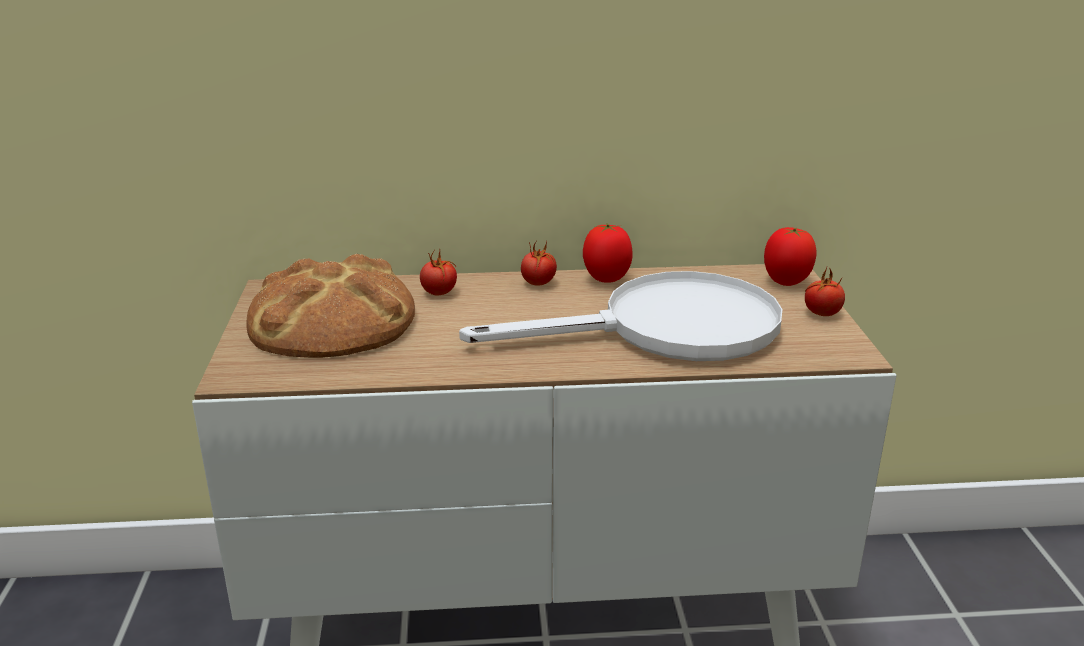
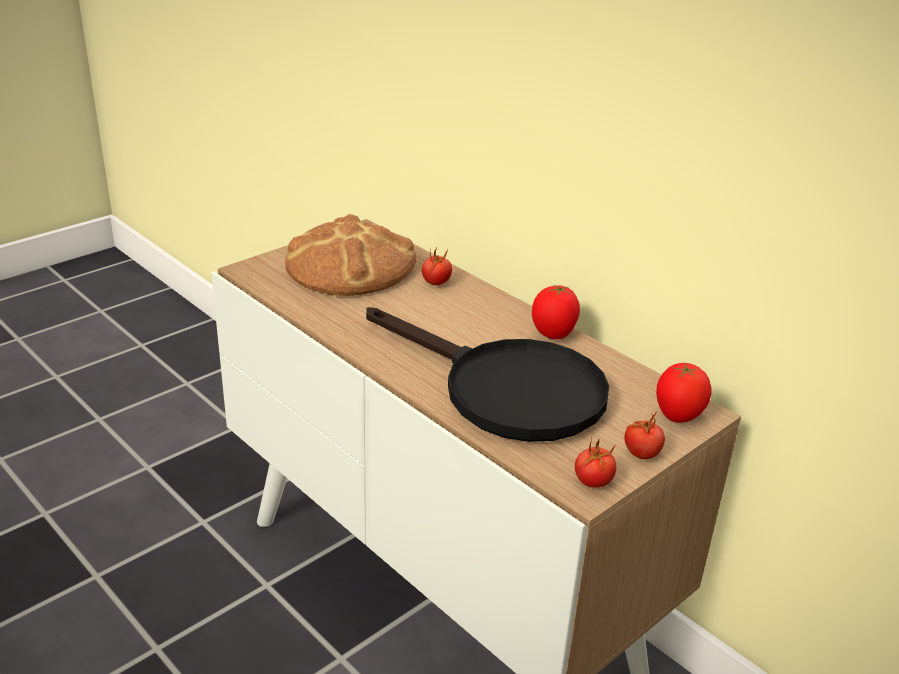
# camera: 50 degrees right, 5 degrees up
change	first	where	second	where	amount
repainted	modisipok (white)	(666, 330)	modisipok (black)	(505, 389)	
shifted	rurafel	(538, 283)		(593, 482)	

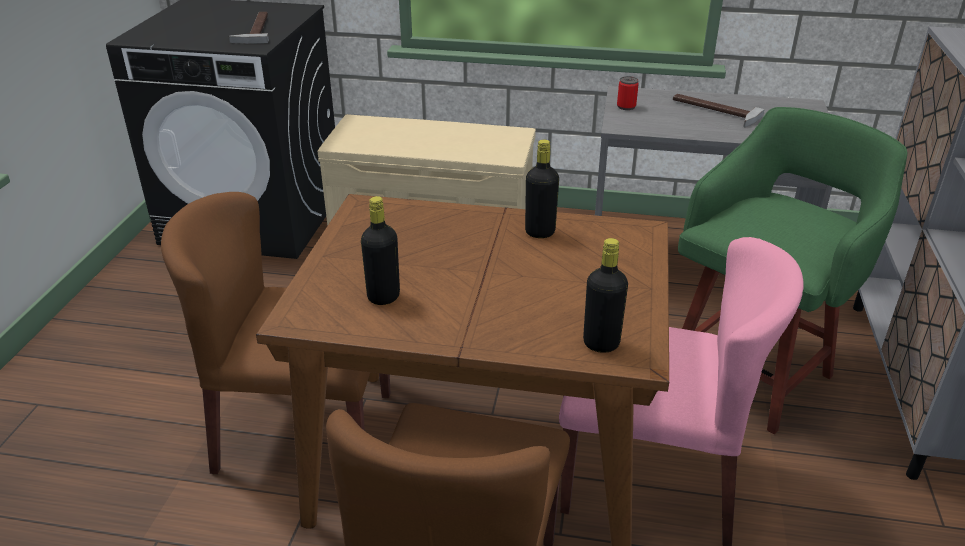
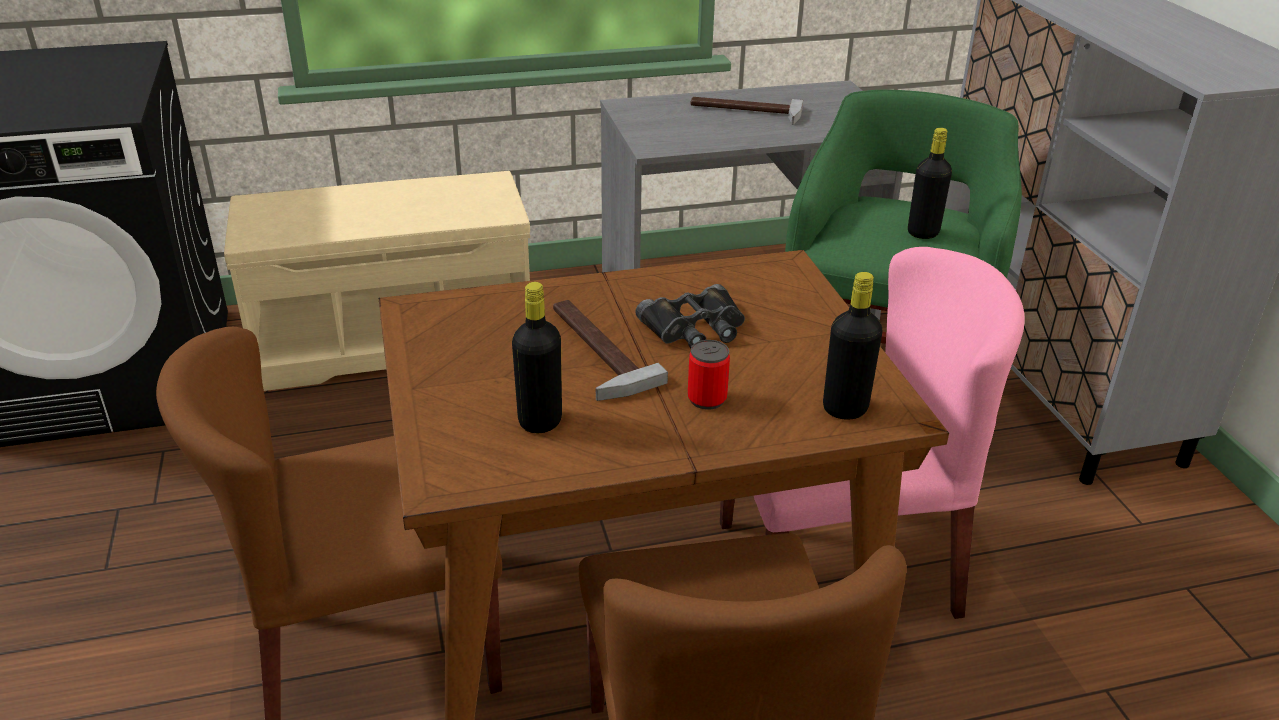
# camera: 25 degrees left, 0 degrees up
change	first	where	second	where	amount
shifted	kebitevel	(254, 29)		(591, 351)	
shifted	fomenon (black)	(540, 232)		(923, 233)	
shifted	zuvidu	(626, 106)		(707, 399)	
new			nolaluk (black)	(695, 328)	

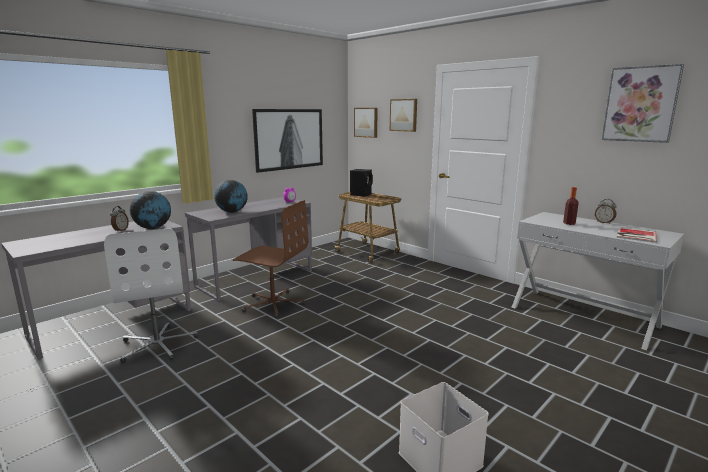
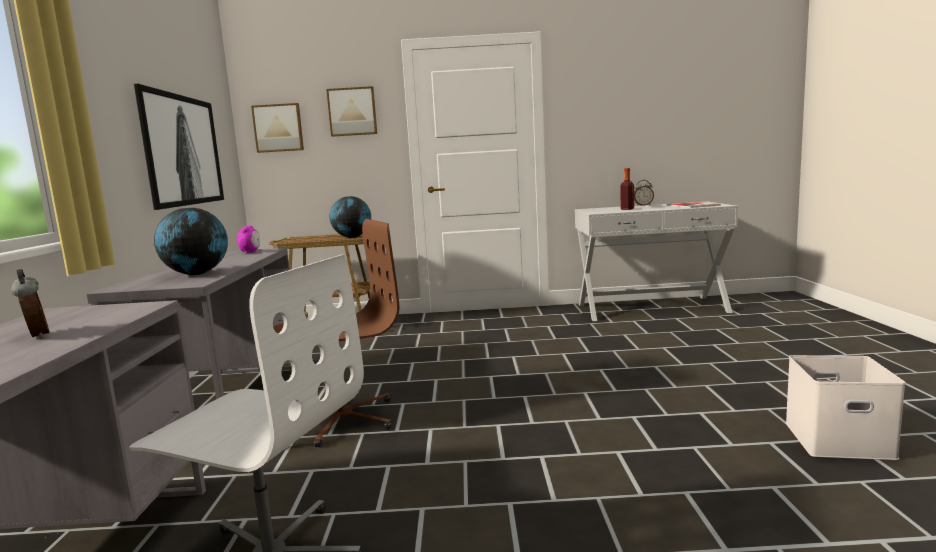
# camera: 45 degrees left, 5 degrees down
change	first	where	second	where	amount
shifted	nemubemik	(153, 228)		(352, 237)	
gone	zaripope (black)	(361, 194)			
gone	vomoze	(640, 104)			

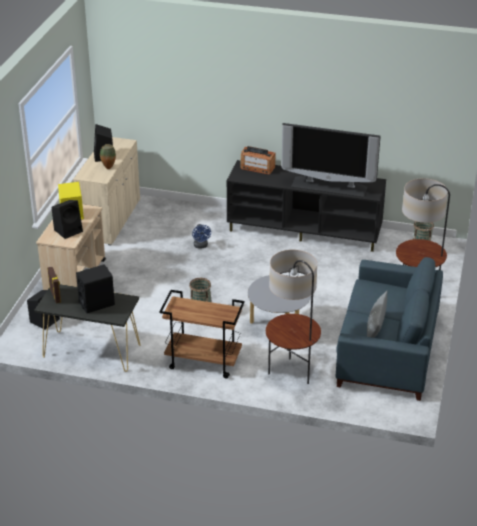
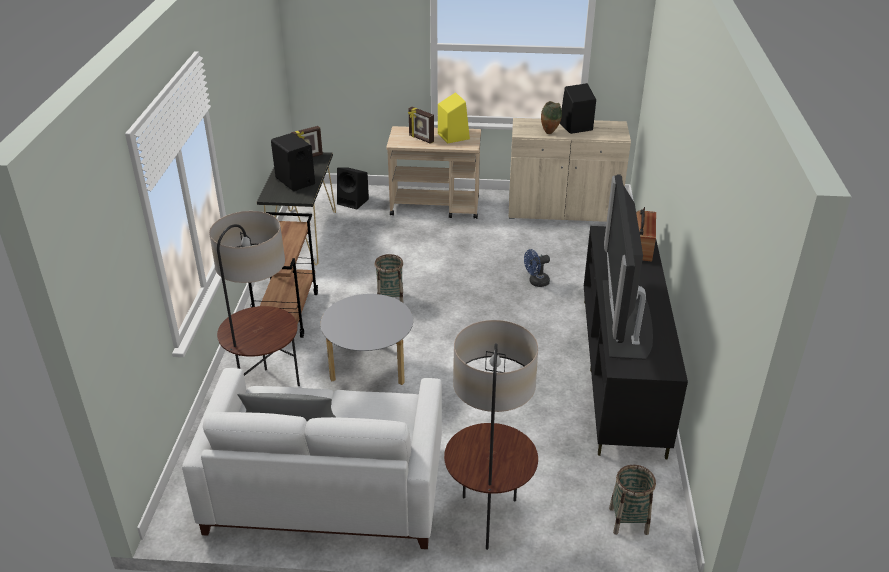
# camera: 80 degrees right, 0 degrees up
change	first	where	second	where	amount
swapped	zaripope (black)	(69, 230)	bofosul	(421, 139)	
repainted	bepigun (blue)	(387, 350)	bepigun (white)	(326, 487)	

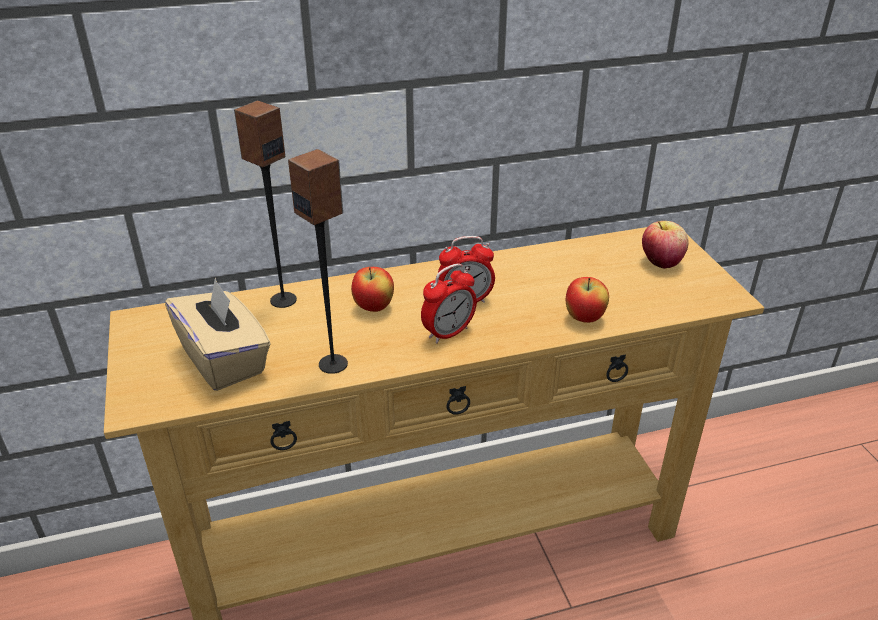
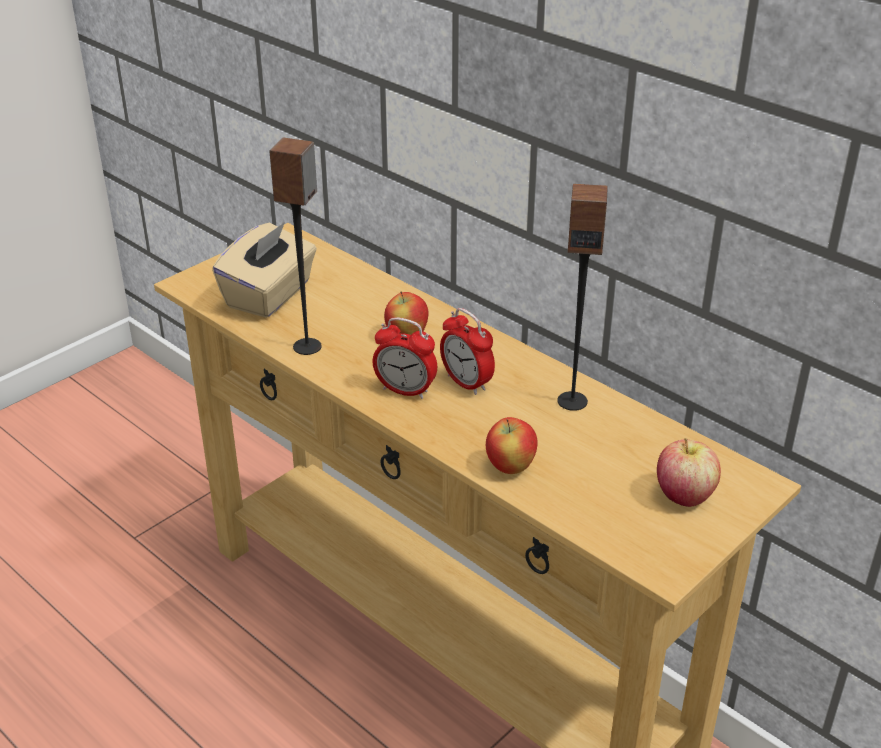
# camera: 60 degrees right, 0 degrees up
change	first	where	second	where	amount
shifted	zaripope	(283, 300)		(572, 401)	

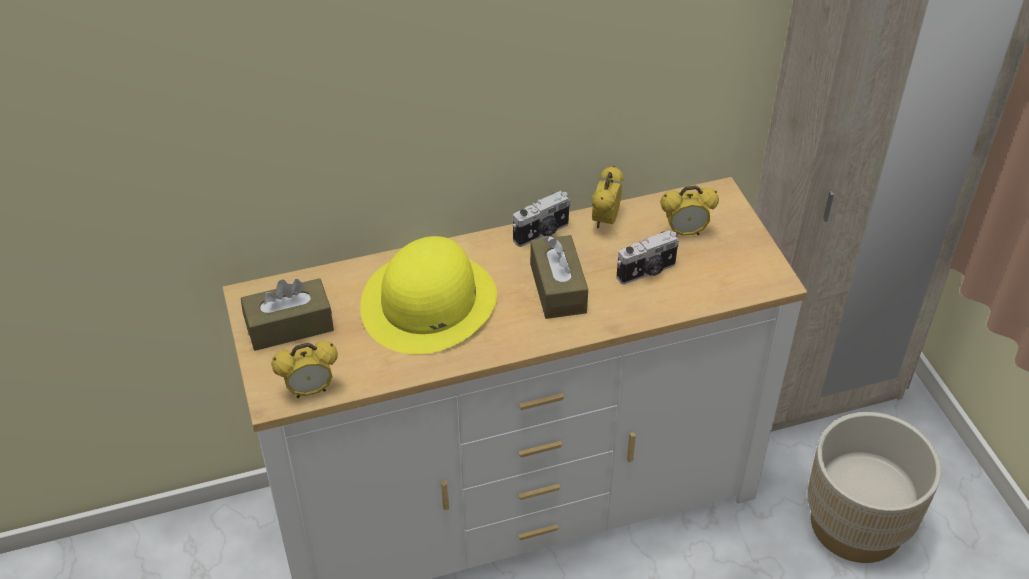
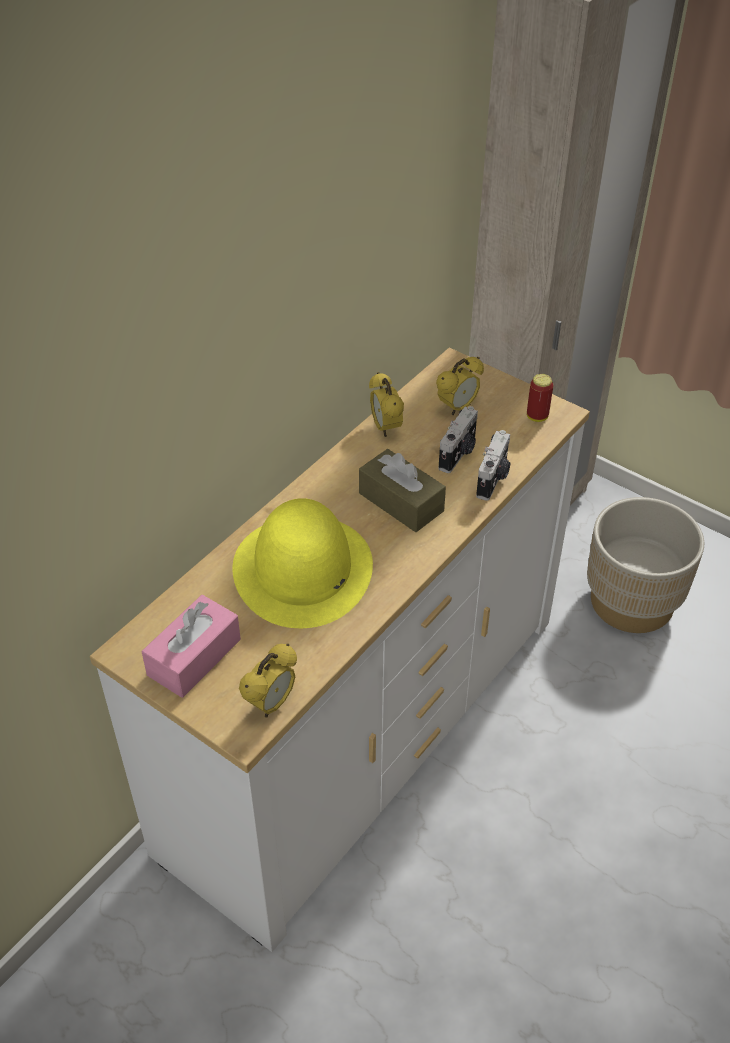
# camera: 35 degrees left, 0 degrees up
change	first	where	second	where	amount
repainted	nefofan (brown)	(289, 326)	nefofan (pink)	(194, 657)	
shifted	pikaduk	(542, 233)		(493, 479)	
new			zuvidu	(537, 416)	

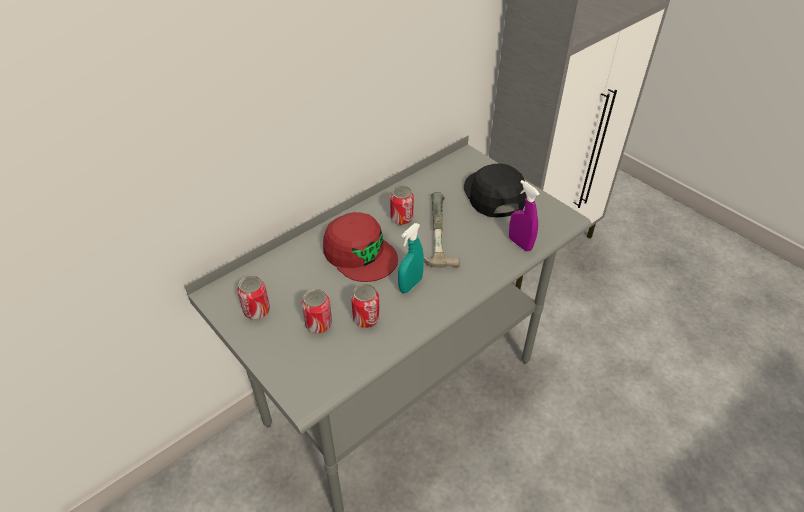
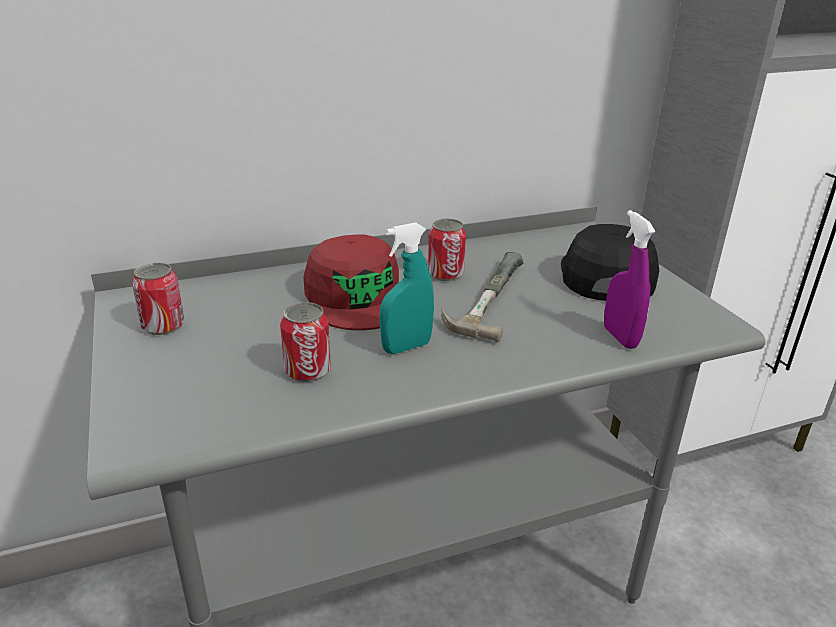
# camera: 20 degrees right, 15 degrees down
change	first	where	second	where	amount
gone	zuvidu	(318, 324)			

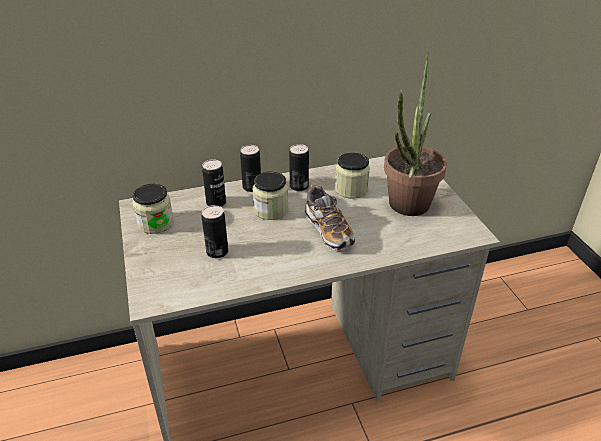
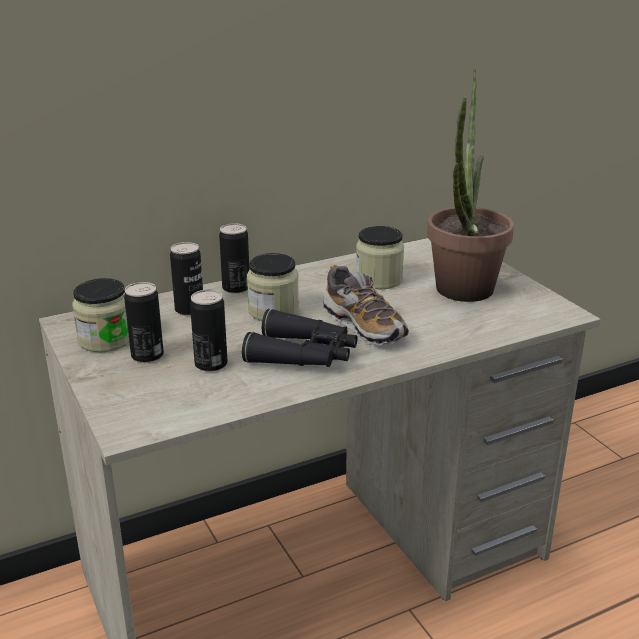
# camera: 10 degrees left, 10 degrees down
change	first	where	second	where	amount
shifted	zuvidu	(299, 186)		(147, 355)	
new			nolaluk (black)	(303, 355)	

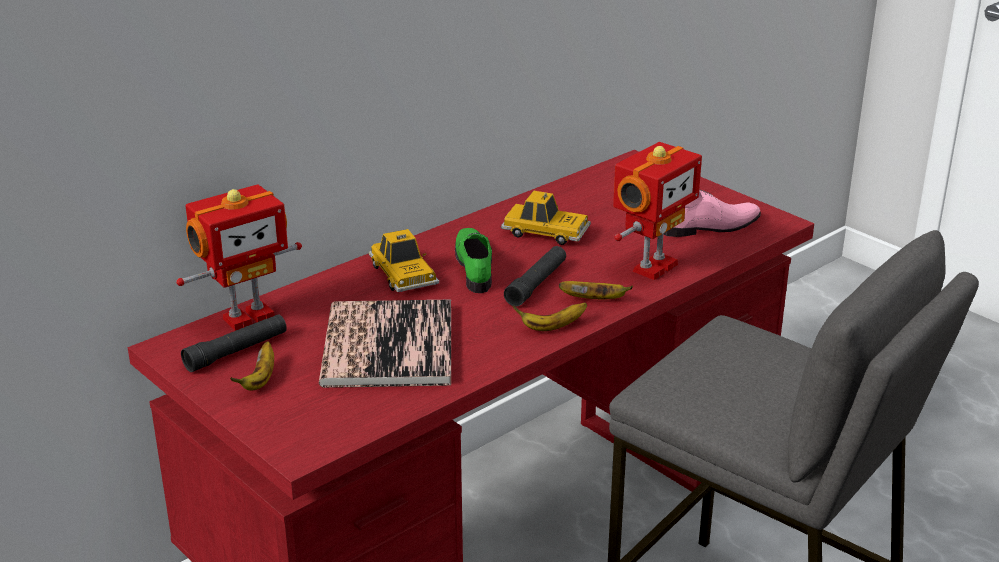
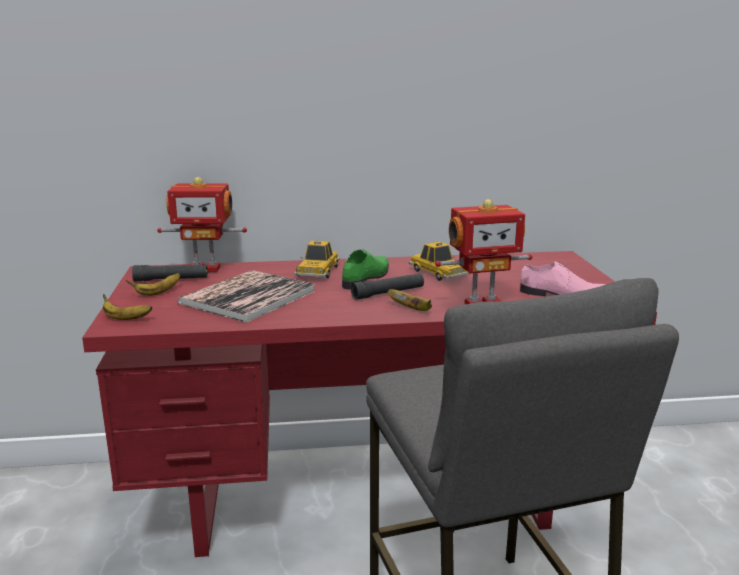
# camera: 35 degrees right, 10 degrees down
change	first	where	second	where	amount
shifted	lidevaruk	(552, 327)		(125, 319)	

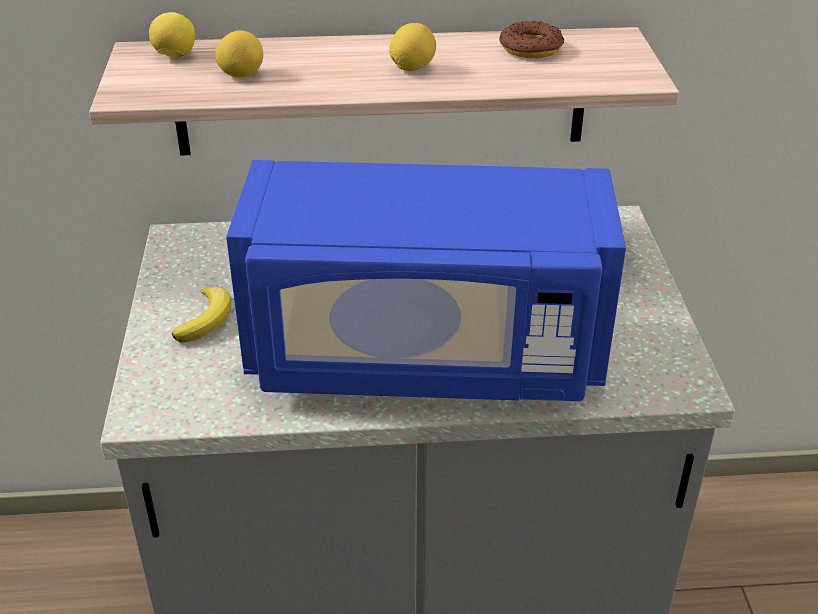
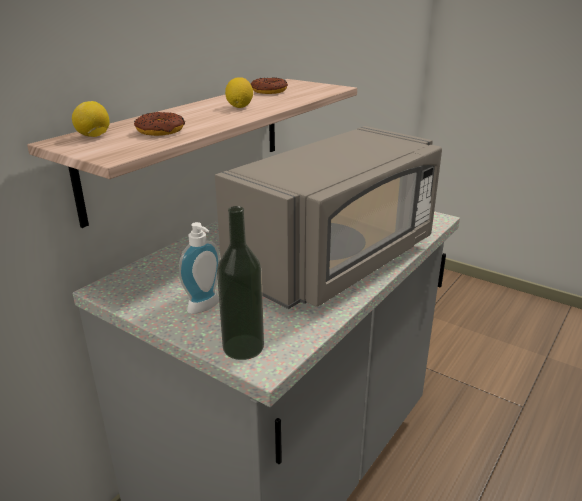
# camera: 50 degrees left, 10 degrees down
change	first	where	second	where	amount
swapped	lidevaruk	(206, 318)	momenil	(206, 307)	
swapped	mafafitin	(241, 75)	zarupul	(160, 130)	
repainted	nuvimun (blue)	(425, 354)	nuvimun (grey)	(336, 260)	
new			fomenon	(243, 347)	

